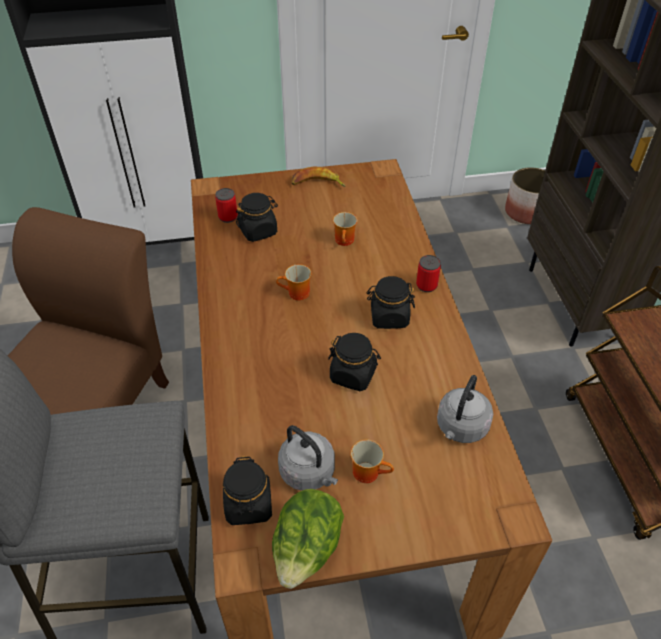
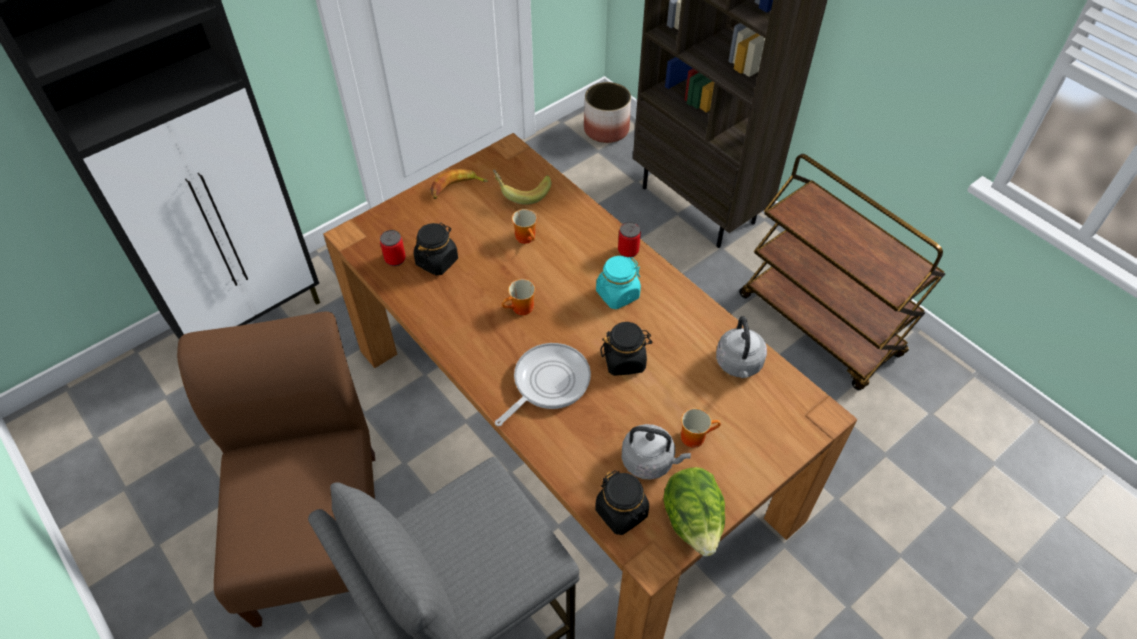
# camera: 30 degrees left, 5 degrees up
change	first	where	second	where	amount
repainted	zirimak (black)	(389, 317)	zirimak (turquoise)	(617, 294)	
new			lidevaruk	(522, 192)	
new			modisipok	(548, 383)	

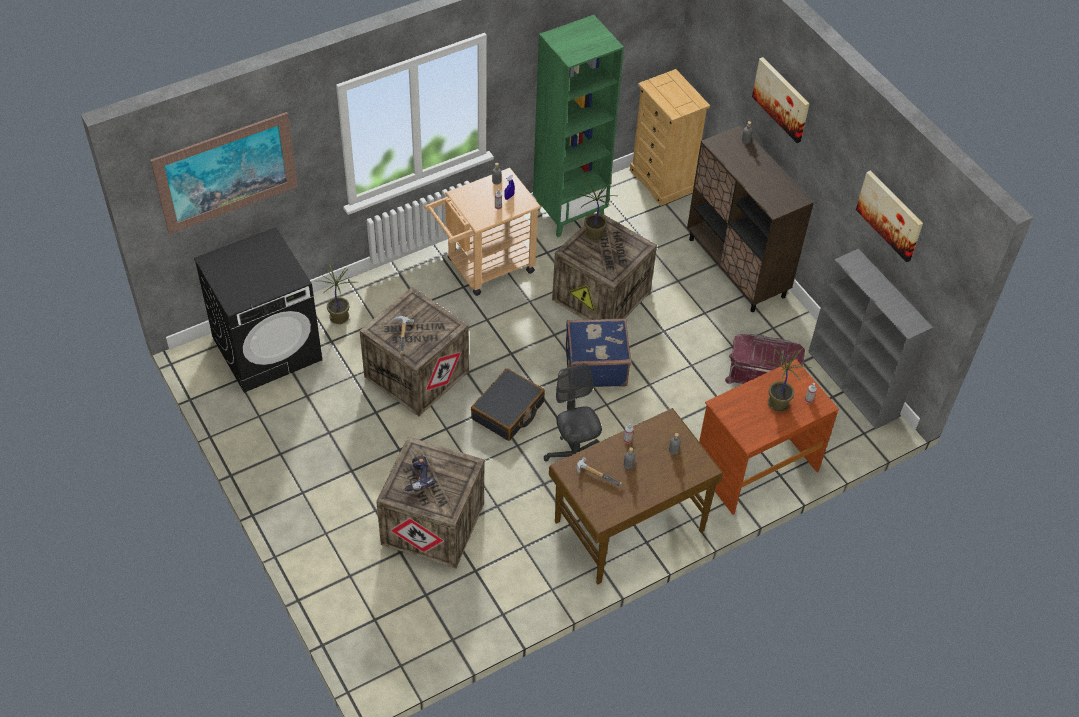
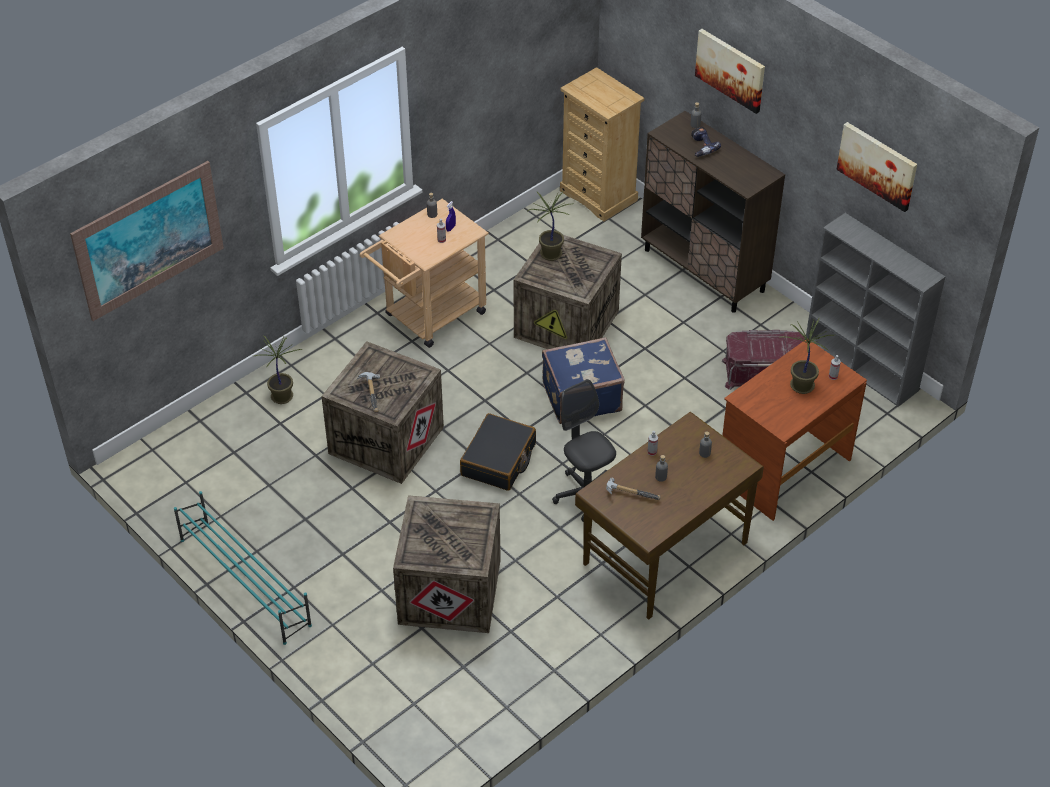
# camera: 10 degrees left, 5 degrees down
change	first	where	second	where	amount
gone	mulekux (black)	(267, 348)			
shifted	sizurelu	(417, 477)		(700, 147)	
gone	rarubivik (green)	(569, 212)			
new			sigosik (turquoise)	(244, 581)	

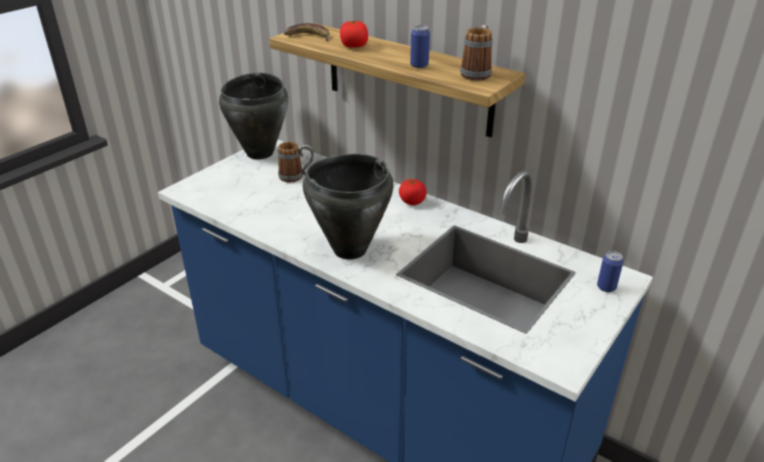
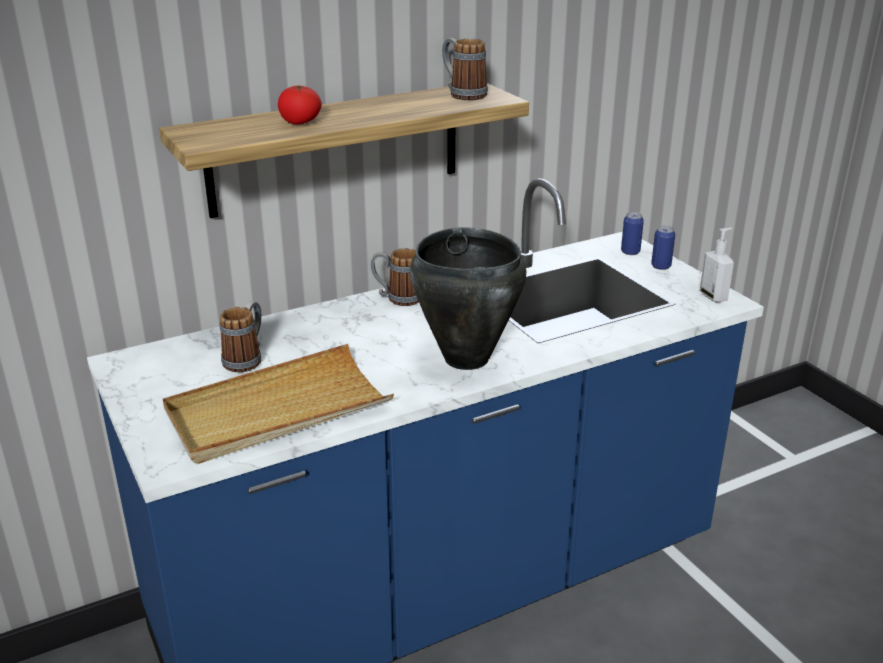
# camera: 65 degrees left, 5 degrees down
change	first	where	second	where	amount
gone	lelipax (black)	(260, 153)			
gone	lidevaruk	(308, 36)			
swapped	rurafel	(412, 201)	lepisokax	(397, 298)	
shifted	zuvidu	(419, 65)		(661, 266)	
new			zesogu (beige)	(277, 410)	
new			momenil	(714, 296)	

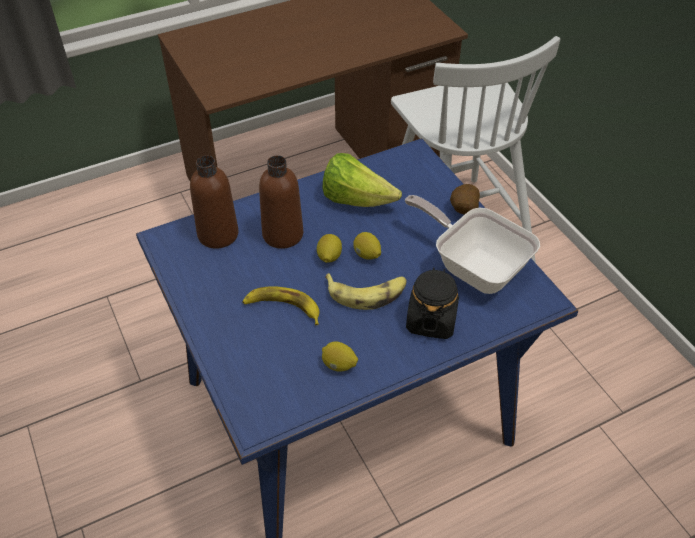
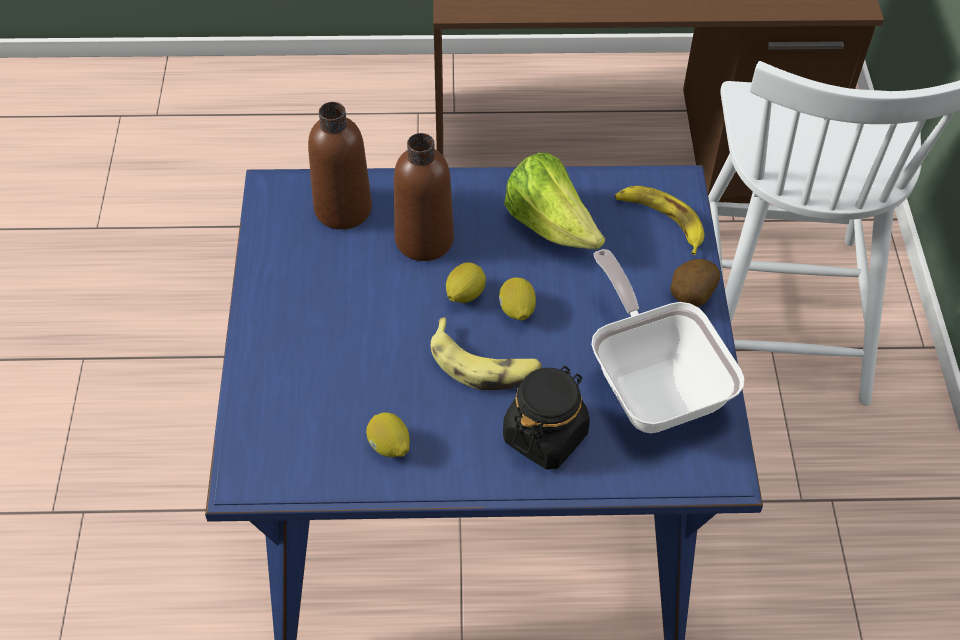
# camera: 25 degrees right, 5 degrees up
change	first	where	second	where	amount
shifted	lidevaruk	(283, 308)		(661, 220)	

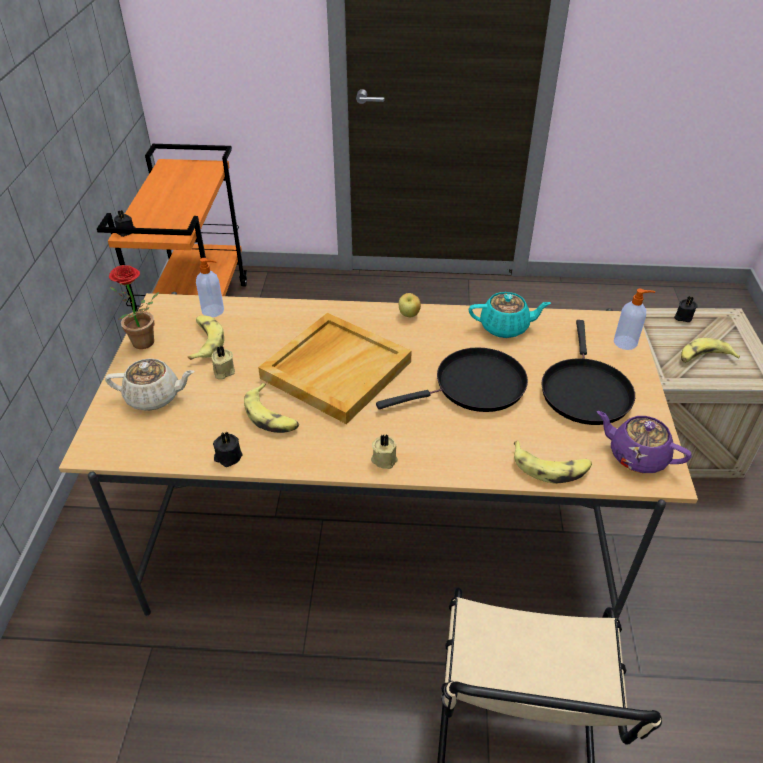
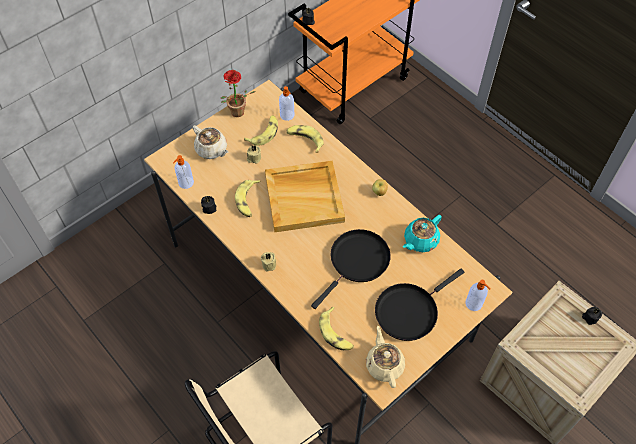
# camera: 45 degrees right, 15 degrees up
change	first	where	second	where	amount
rotated	modisipok (black)	(474, 386)		(357, 262)	75 degrees counterclockwise
rotated	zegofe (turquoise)	(505, 327)		(420, 240)	90 degrees clockwise
repainted	zegofe (purple)	(636, 456)	zegofe (beige)	(384, 364)	
shifted	lidevaruk	(704, 357)		(305, 140)	
new			momenil	(185, 183)	

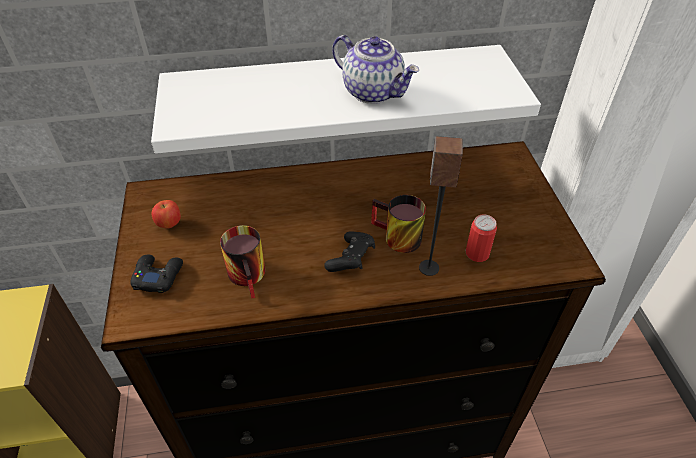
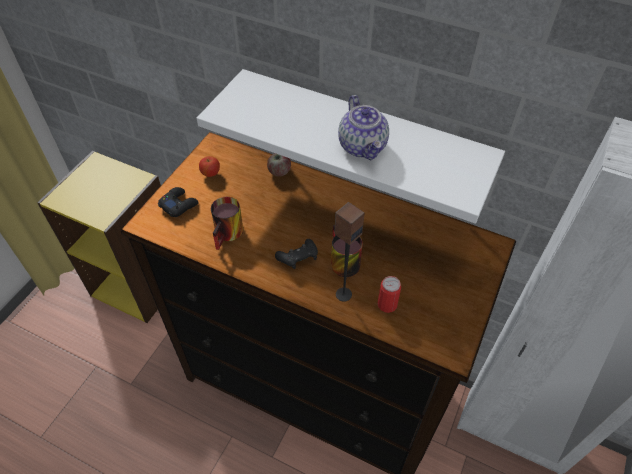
# camera: 35 degrees right, 5 degrees up
change	first	where	second	where	amount
new			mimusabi	(279, 172)	

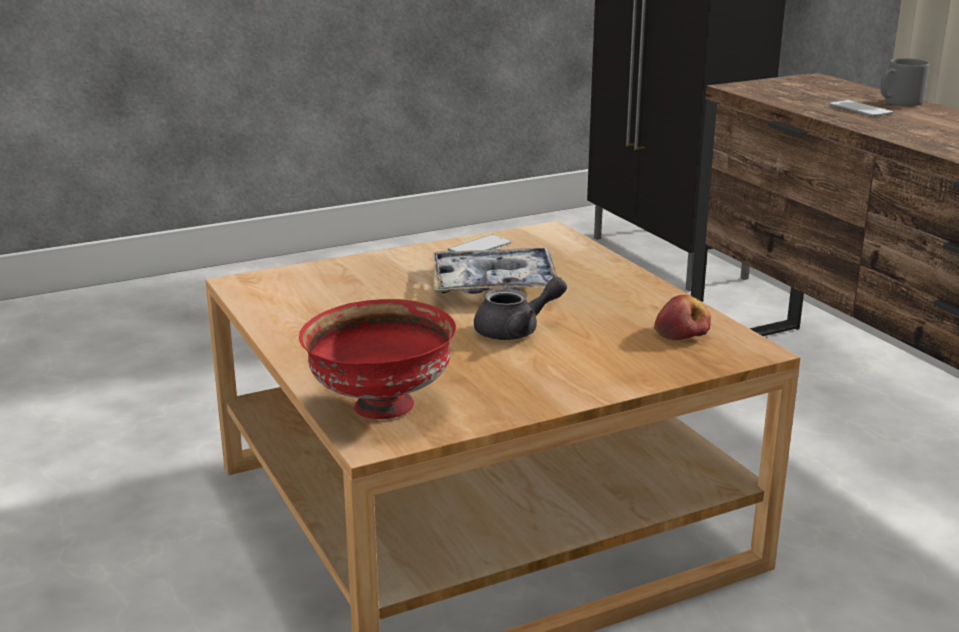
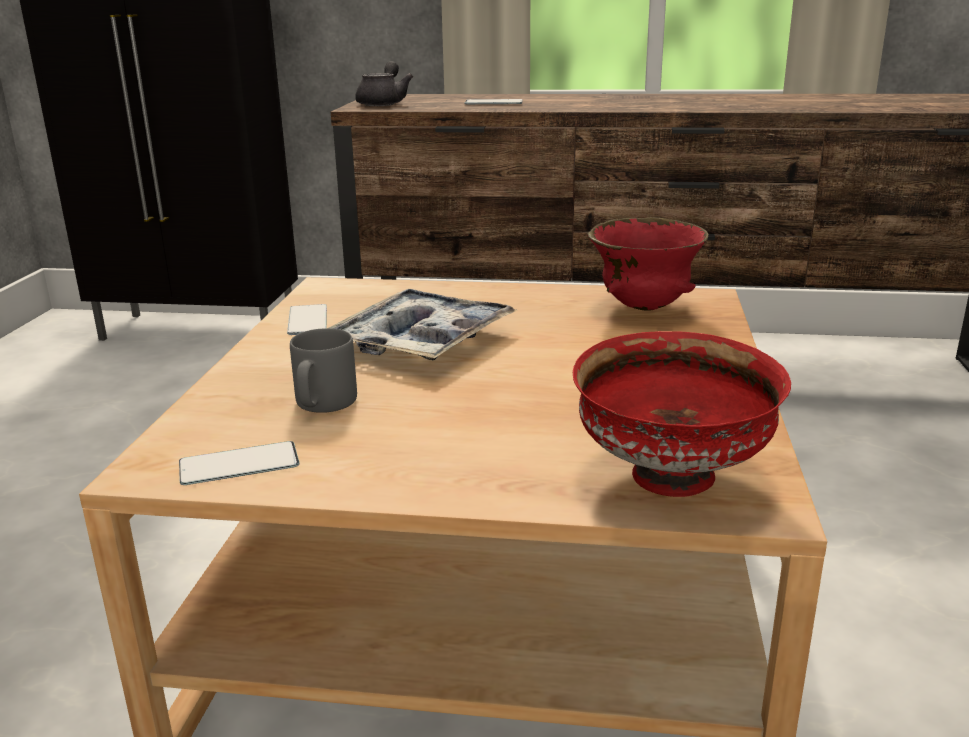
# camera: 55 degrees left, 0 degrees up
change	first	where	second	where	amount
shifted	zegofe (grey)	(516, 331)		(384, 103)	
swapped	mimusabi	(682, 333)	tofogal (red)	(643, 307)	
shifted	lepisokax (grey)	(899, 102)		(323, 404)	
new			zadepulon	(239, 464)	

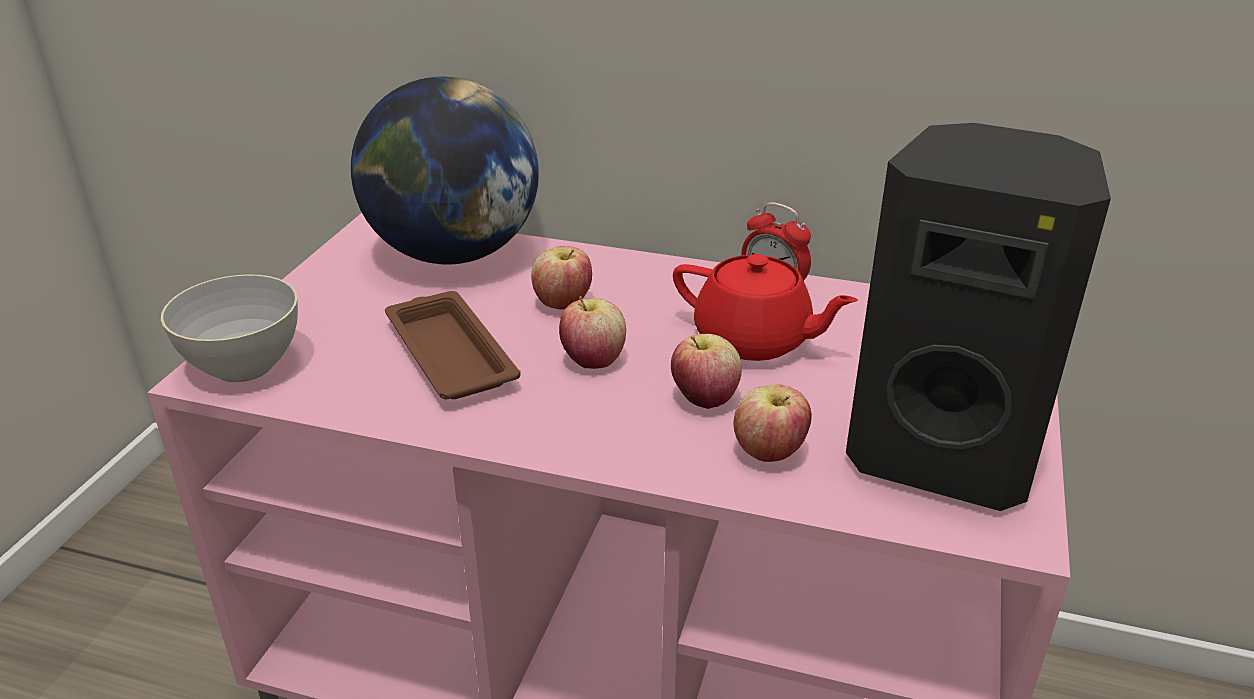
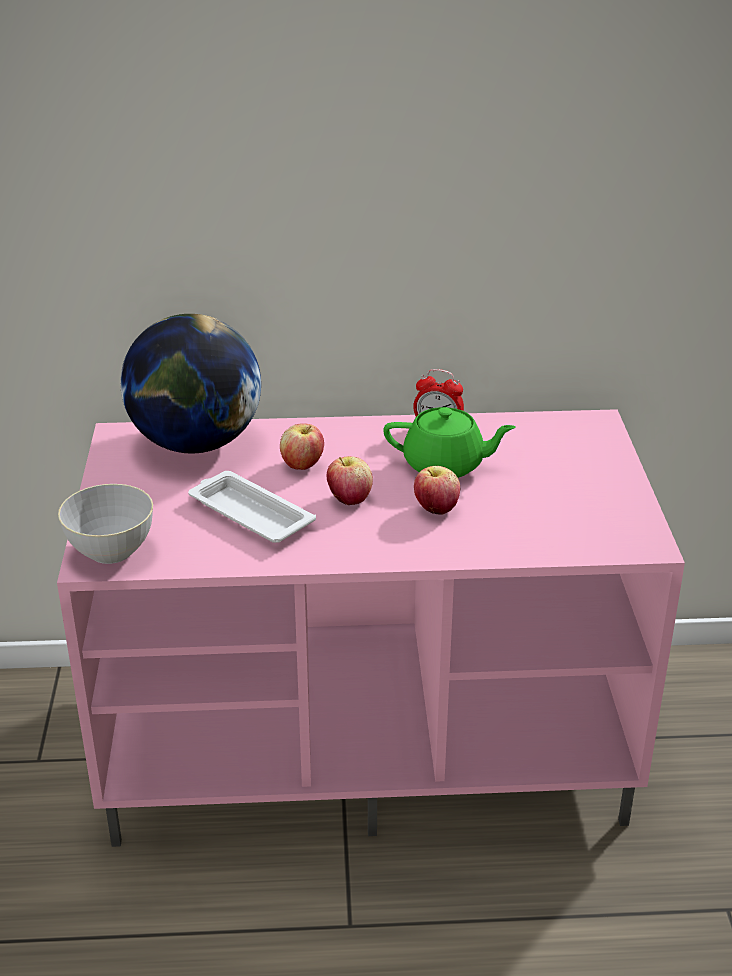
# camera: 20 degrees left, 0 degrees up
change	first	where	second	where	amount
repainted	zesogu (brown)	(449, 353)	zesogu (white)	(249, 514)	
repainted	zegofe (red)	(754, 340)	zegofe (green)	(445, 465)	
gone	mimusabi	(769, 452)			
gone	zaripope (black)	(942, 454)			

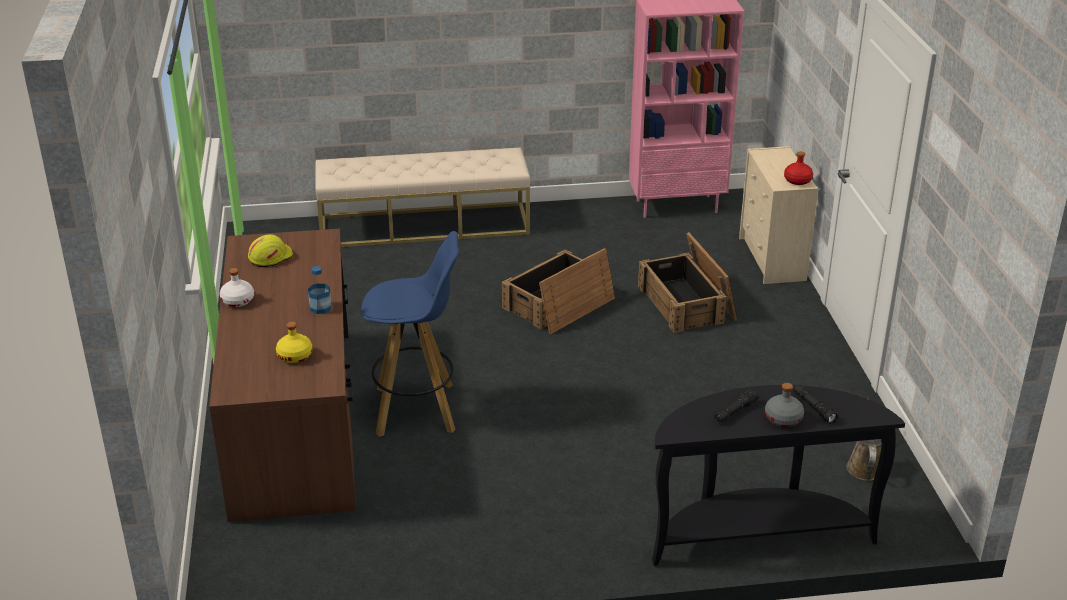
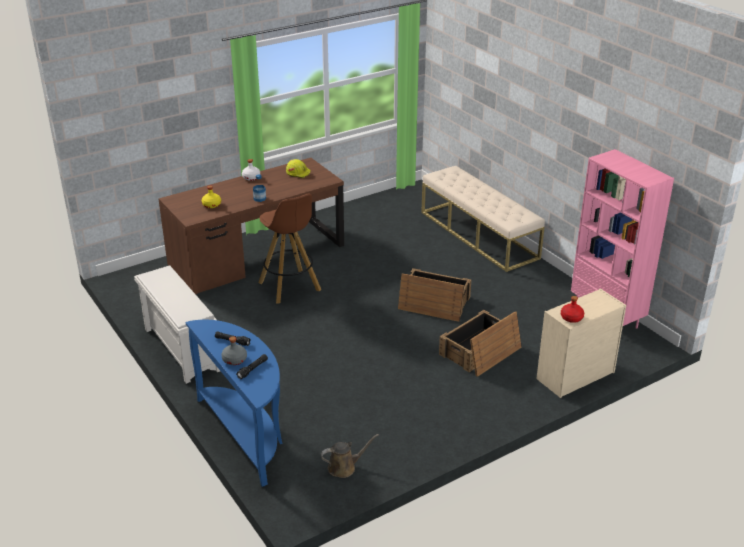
# camera: 65 degrees right, 0 degrees up
change	first	where	second	where	amount
repainted	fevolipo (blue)	(417, 409)	fevolipo (brown)	(290, 287)	
repainted	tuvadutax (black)	(757, 534)	tuvadutax (blue)	(246, 434)	
new			sigosik (white)	(180, 349)	

